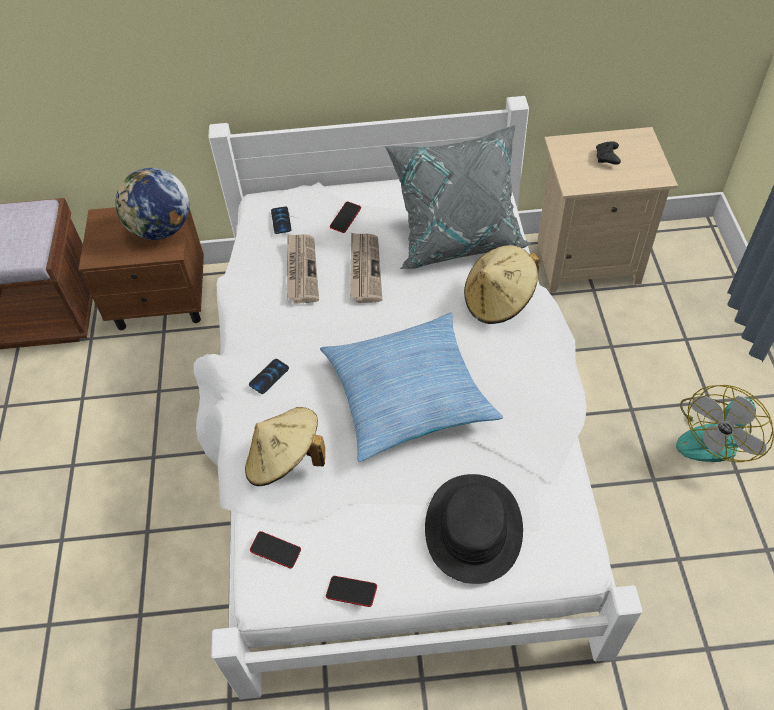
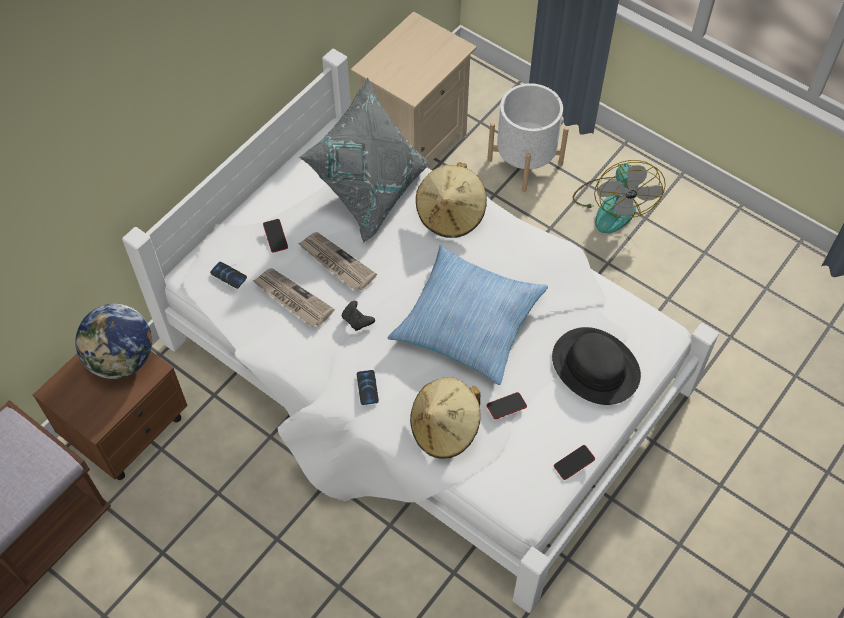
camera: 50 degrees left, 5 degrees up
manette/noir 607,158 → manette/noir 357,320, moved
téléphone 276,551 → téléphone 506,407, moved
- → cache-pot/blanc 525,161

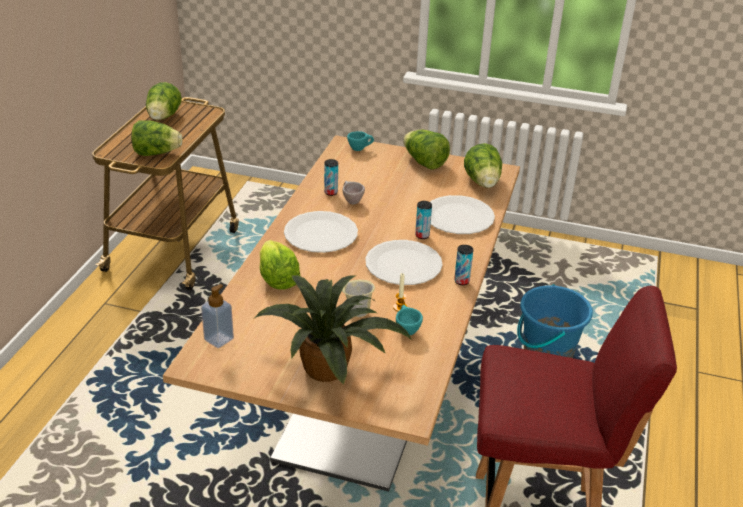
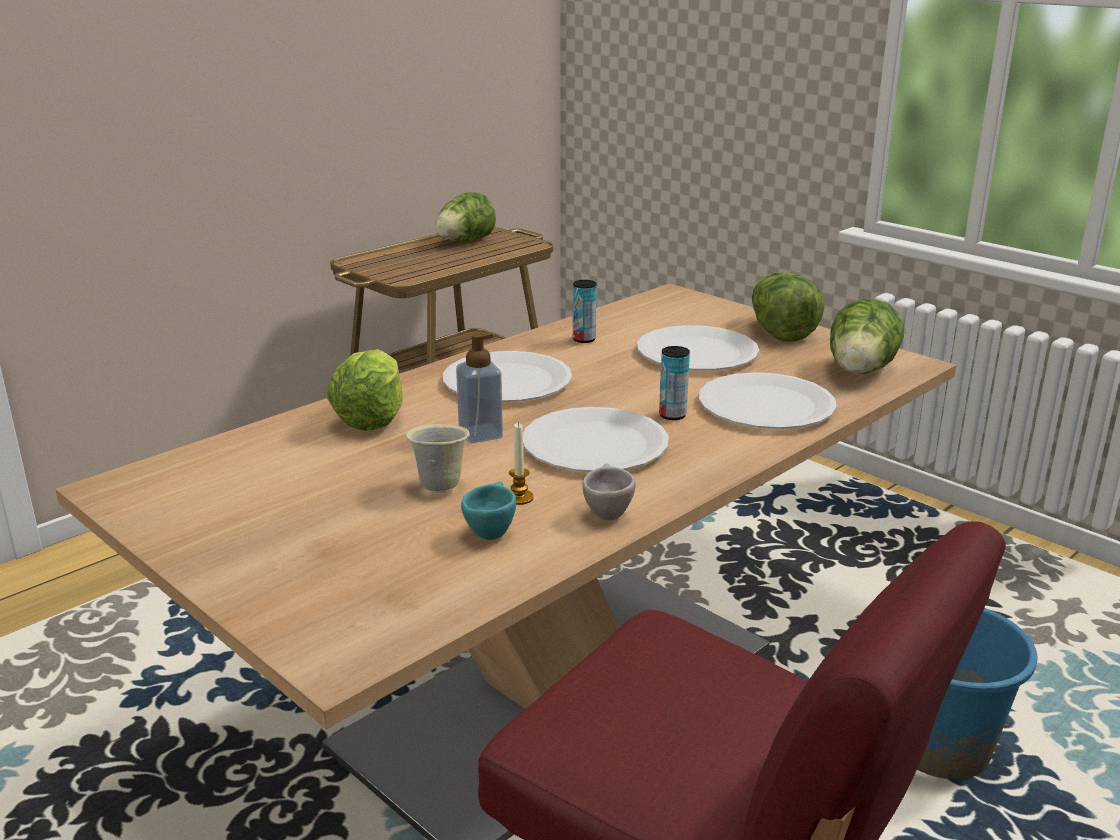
camera: 30 degrees right, 10 degrees down
laitue 156,153 → -
tasse/turquoise 360,149 → -
tasse/beige 351,201 → tasse/beige 606,512, moved
boîte métallique 461,281 → -
plante en pot 329,367 → -
distributeur de savon 219,339 → distributeur de savon 480,434, moved
- → assiette/blanc 697,352

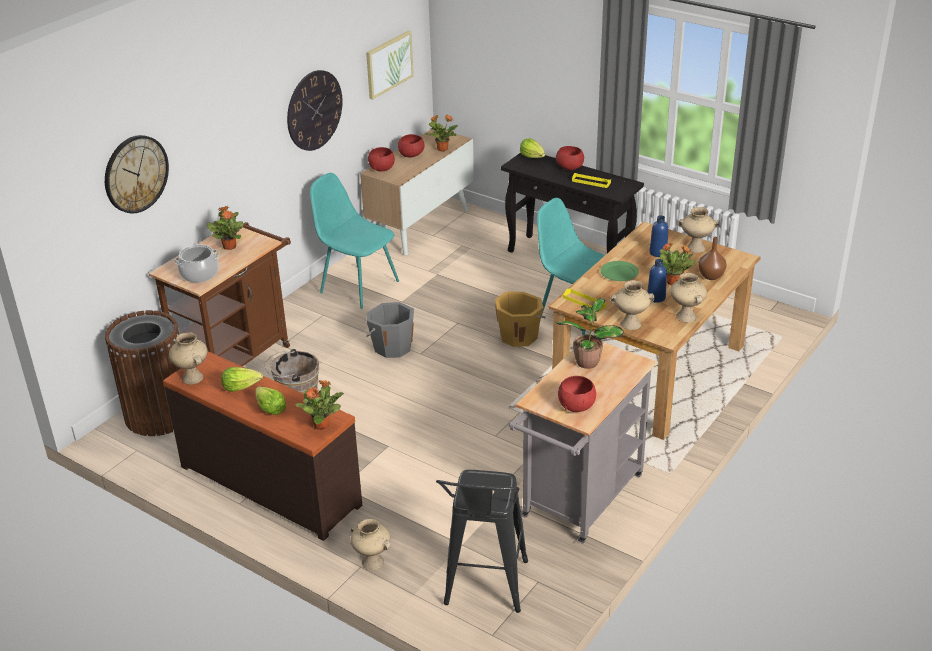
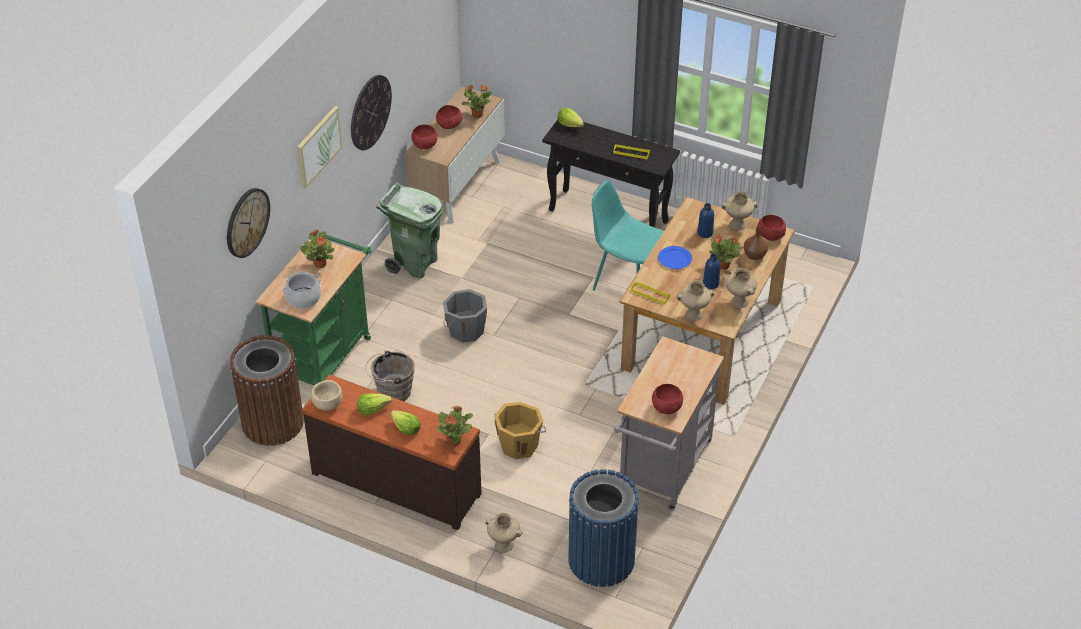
camera: 10 degrees left, 10 degrees up
tableau 389,64 → tableau 318,146, moved
bol/rouge 569,167 → bol/rouge 770,236, moved
chaise/turquoise 358,286 → poubelle/vert 415,264
chariot/marron 238,357 → chariot/vert 325,354
assiette/vert 619,273 → assiette/bleu 675,259
seau/orange 519,336 → seau/orange 519,444, moved
plante en pot 588,361 → -
vase/beige 193,378 → bol/beige 328,404
tabouret/noir 484,590 → poubelle/bleu 601,560

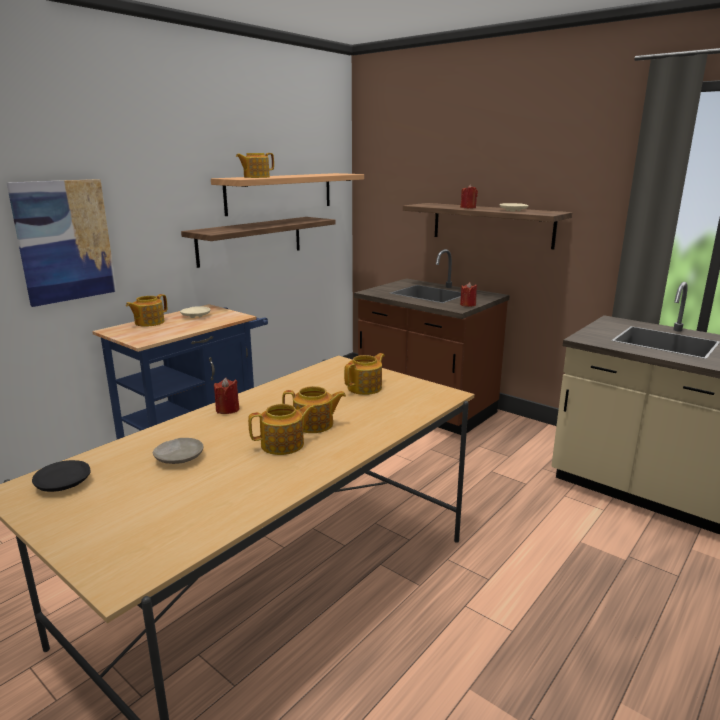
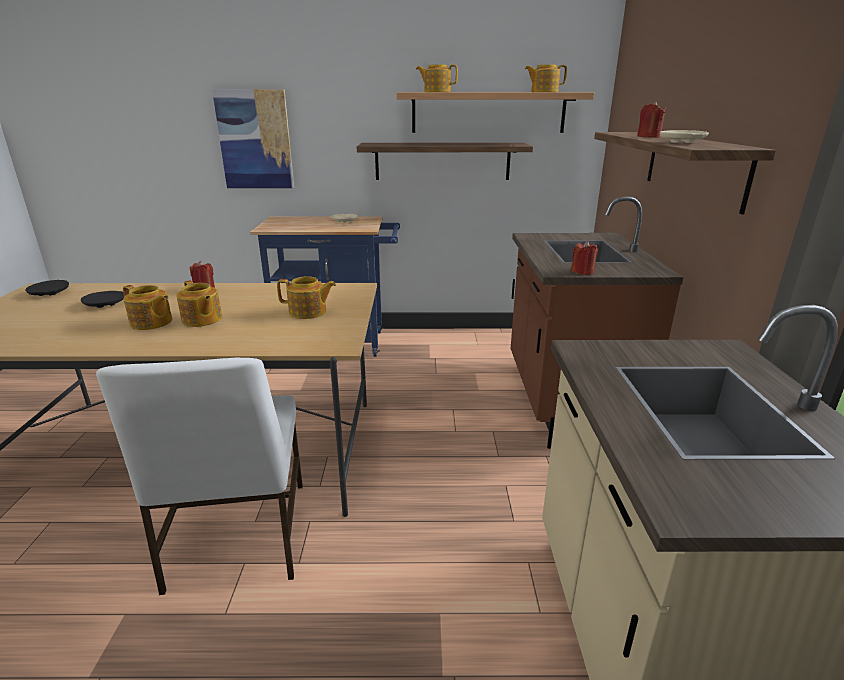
camera: 50 degrees right, 5 degrees up
théière 148,322 → théière 543,92, moved
assiette/beige 179,458 → assiette/noir 105,304
- → chaise/blanc 237,536

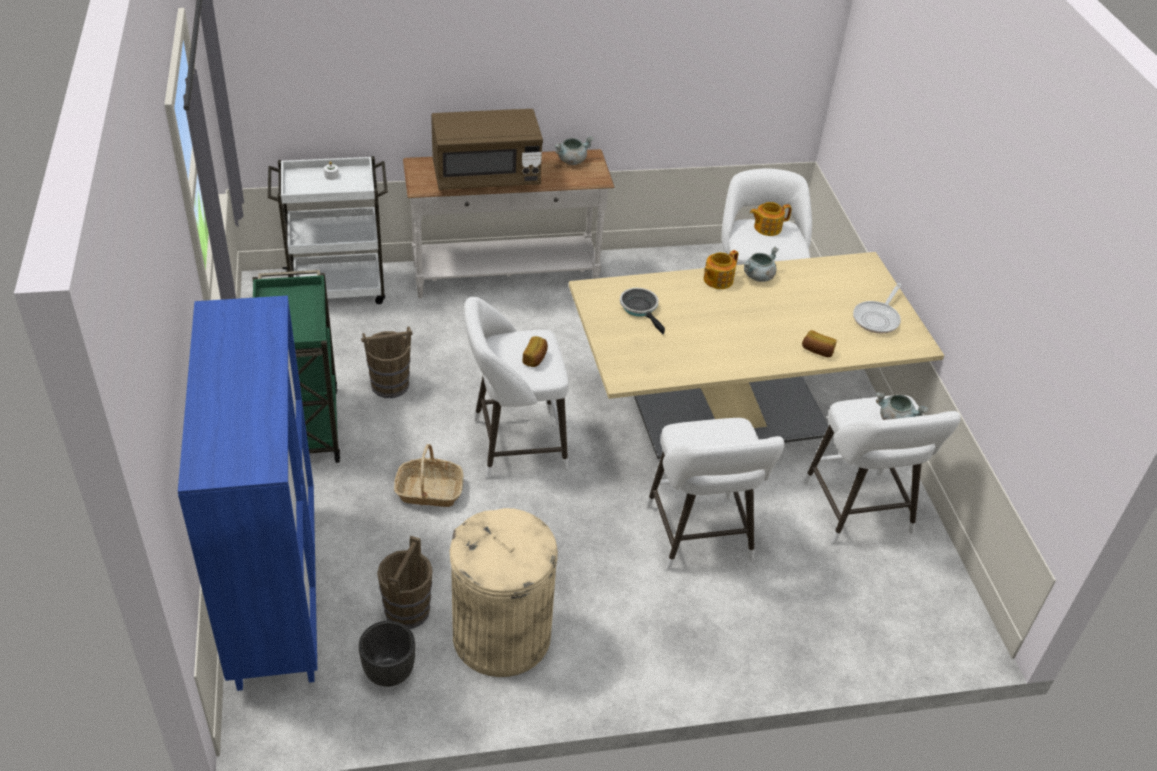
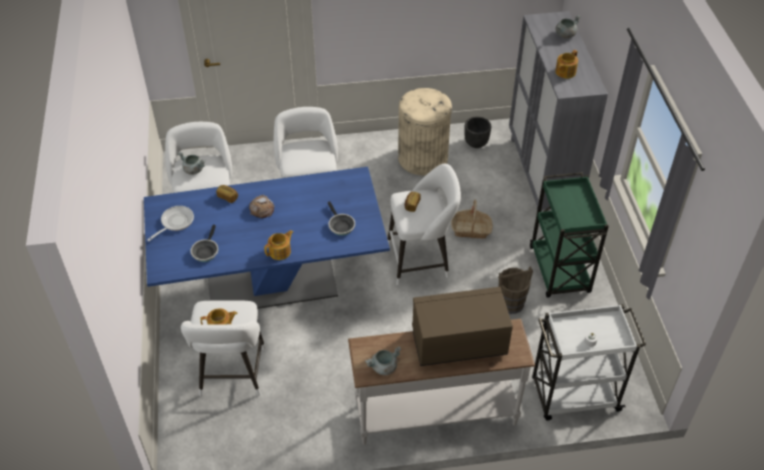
camera: 175 degrees left, 5 degrees up
marmite/gris 758,277 → marmite/gris 565,34, moved
table à manger/beige 732,417 → table à manger/bleu 272,283
meuble de rangement/bleu 275,593 → meuble de rangement/gris 542,175
seau/marron 407,611 → -
- → théière 565,72
- → pain 262,209
- → poêle 205,251

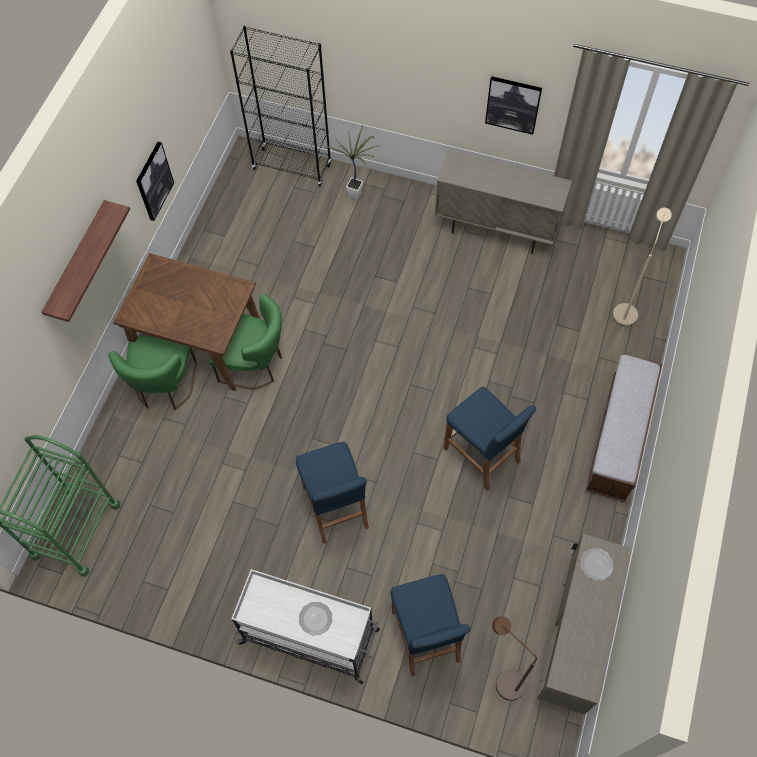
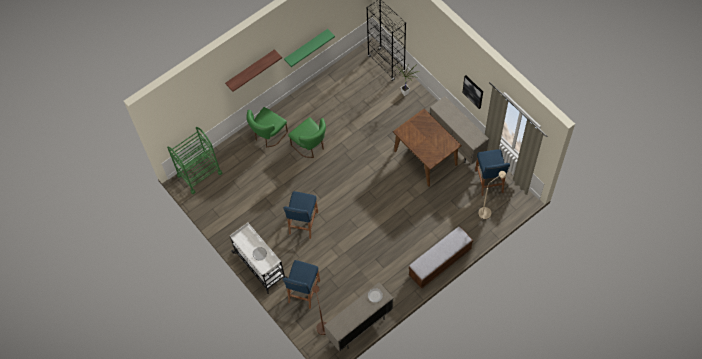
camera: 35 degrees right, 0 degrees up
tableau 153,181 → étagère/vert 306,47
table à manger/marron 201,344 → table à manger/marron 426,158, moved
tabouret/bleu 481,455 → tabouret/bleu 489,181, moved

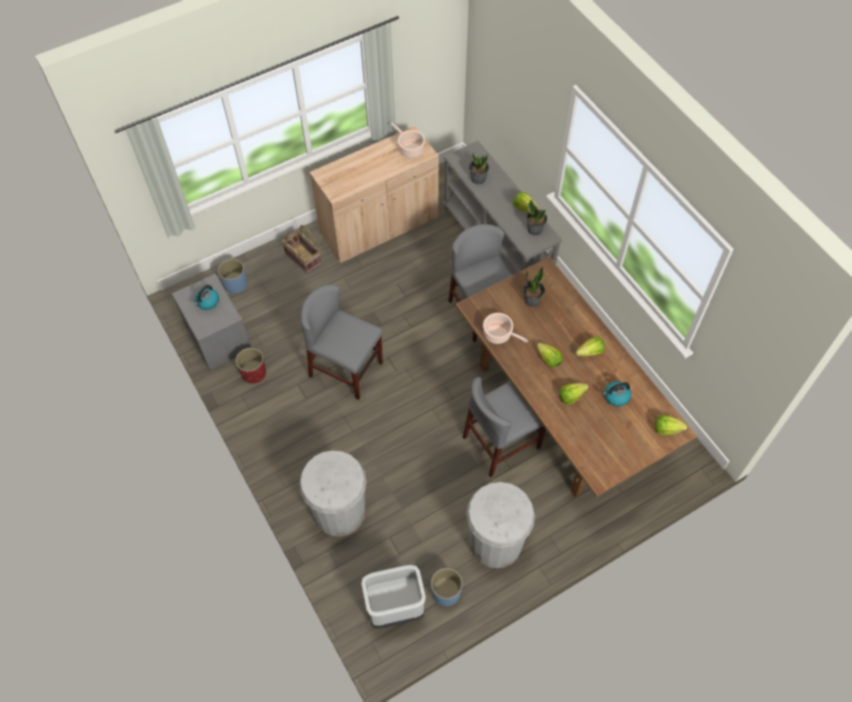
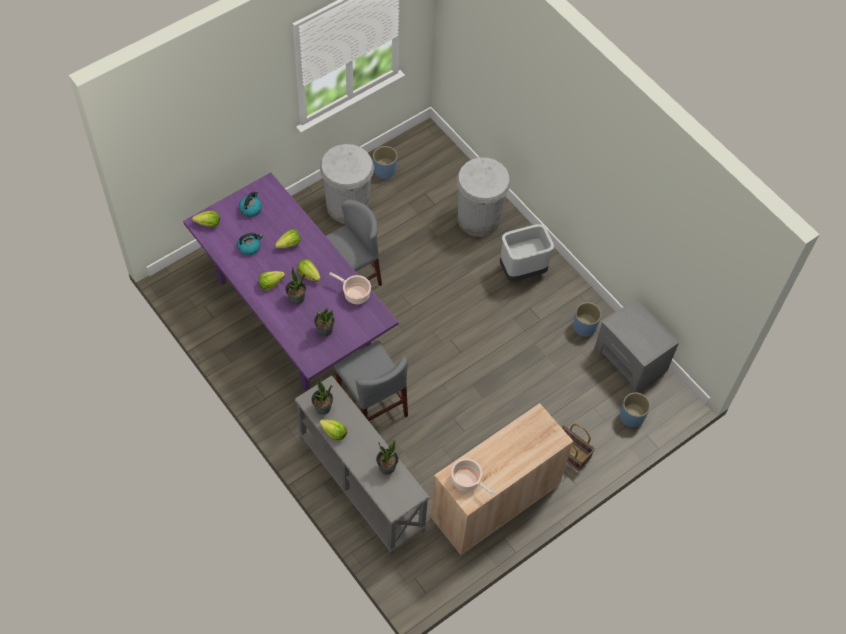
camera: 170 degrees right, 0 degrees up
table à manger/marron 561,411 → table à manger/violet 292,314
chaise/gris 346,369 → -
bouilloire 207,302 → bouilloire 250,208, moved
cache-pot/rouge 254,373 → cache-pot/bleu 584,327
poubelle/gris 396,608 → poubelle/gris 522,271, moved
- → plante en pot 296,298

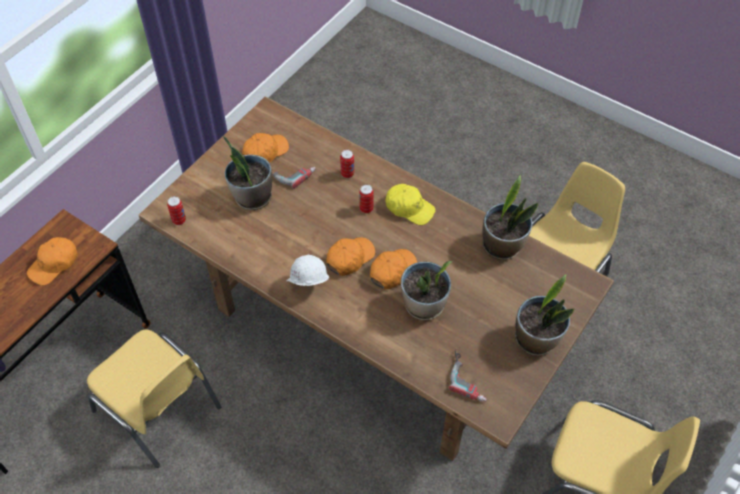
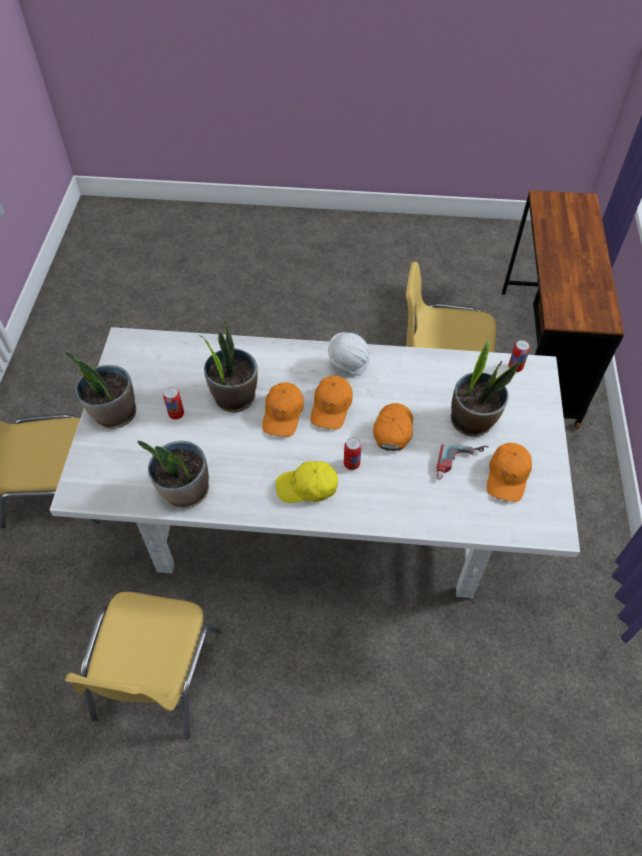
camera: 150 degrees right, 0 degrees up
table à manger/marron 368,329 → table à manger/blanc 322,516
boîte métallique 347,174 → boîte métallique 176,414, moved
casquette/orange 54,264 → casquette/orange 393,430, moved
perceuse 469,377 → -

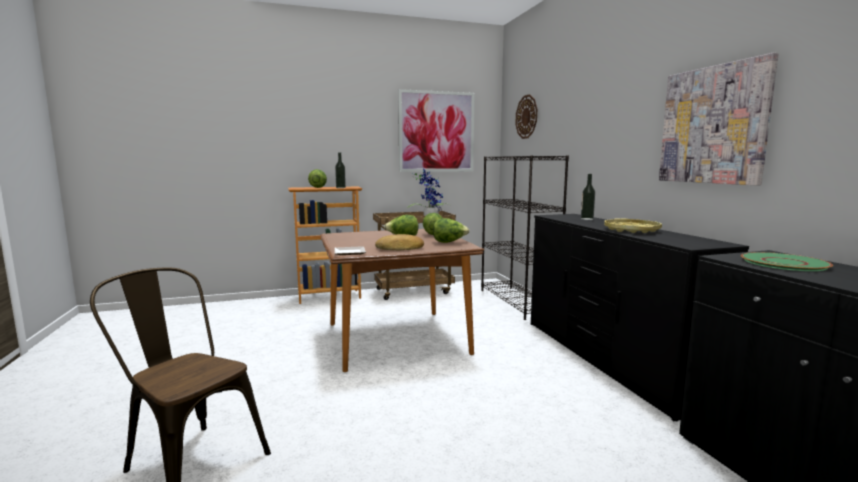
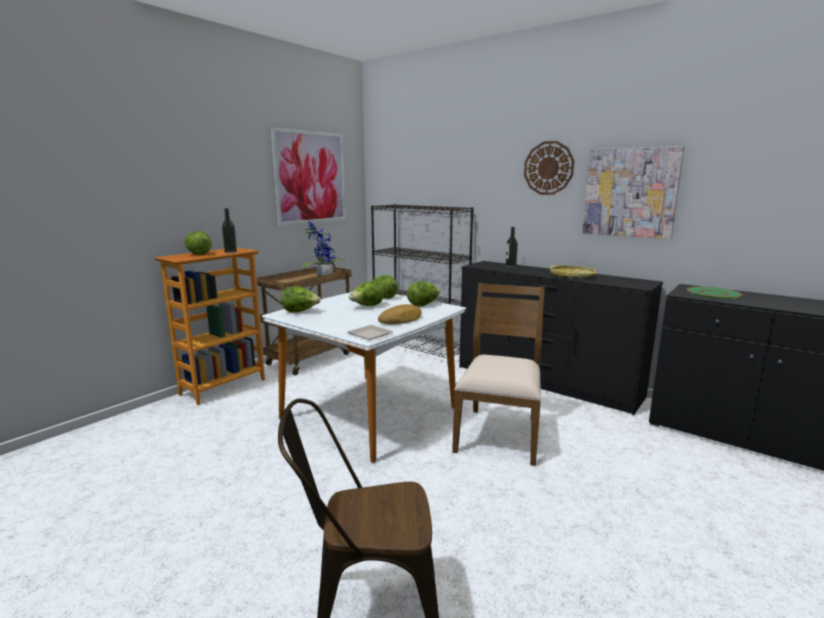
camera: 35 degrees left, 5 degrees up
horloge murale 526,117 → horloge murale 548,168, moved
table à manger/marron 395,338 → table à manger/blanc 368,413
- → chaise/marron 499,434
- → laitue 300,312

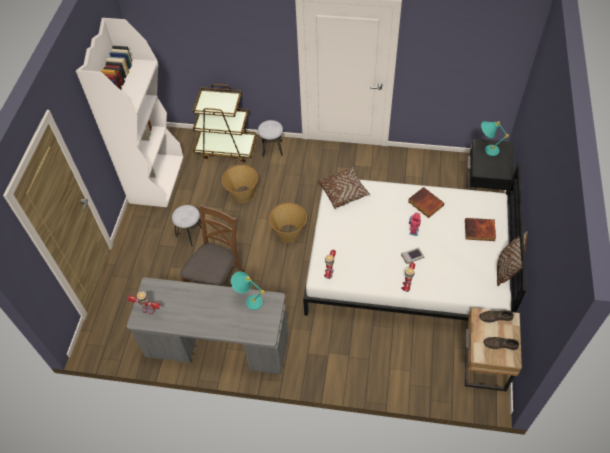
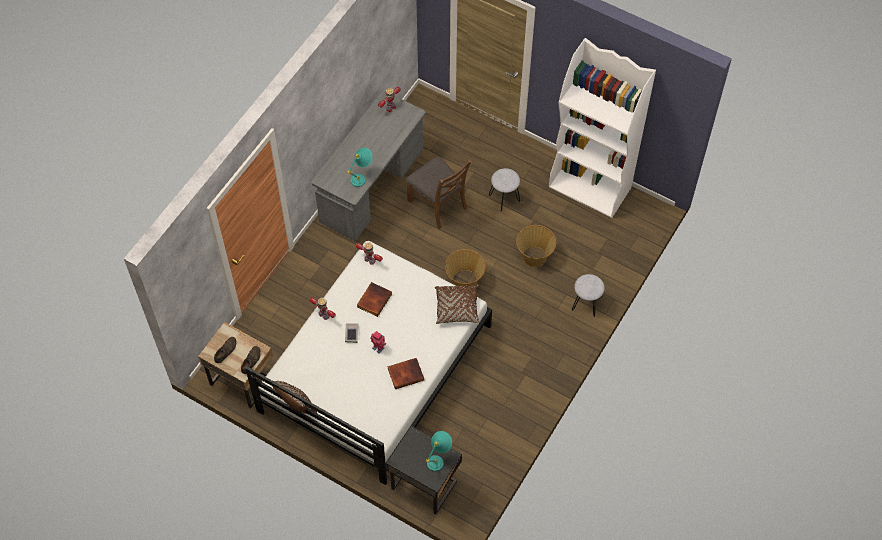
camera: 110 degrees right, 5 degrees up
chariot/marron 226,148 → -
livre 479,231 → livre 374,300, moved

